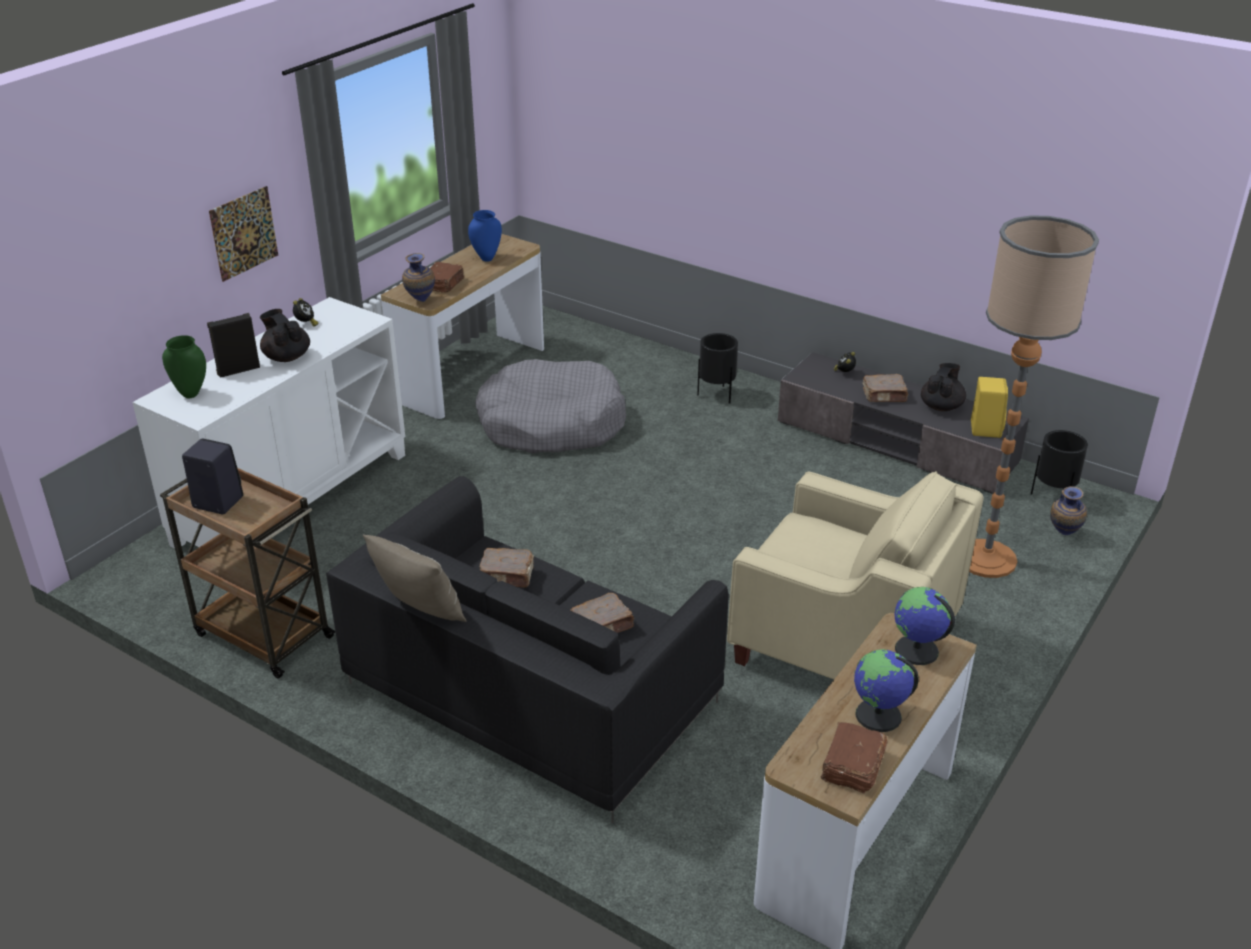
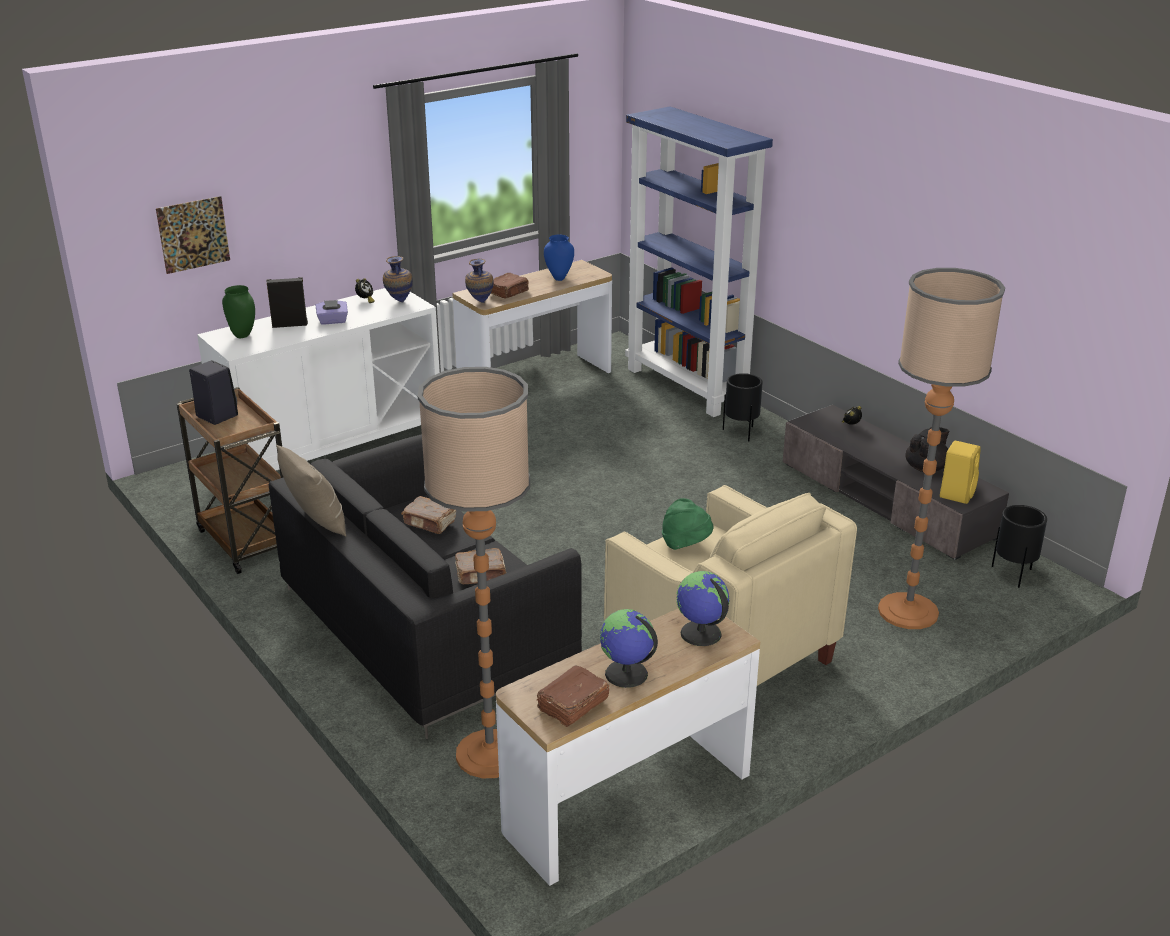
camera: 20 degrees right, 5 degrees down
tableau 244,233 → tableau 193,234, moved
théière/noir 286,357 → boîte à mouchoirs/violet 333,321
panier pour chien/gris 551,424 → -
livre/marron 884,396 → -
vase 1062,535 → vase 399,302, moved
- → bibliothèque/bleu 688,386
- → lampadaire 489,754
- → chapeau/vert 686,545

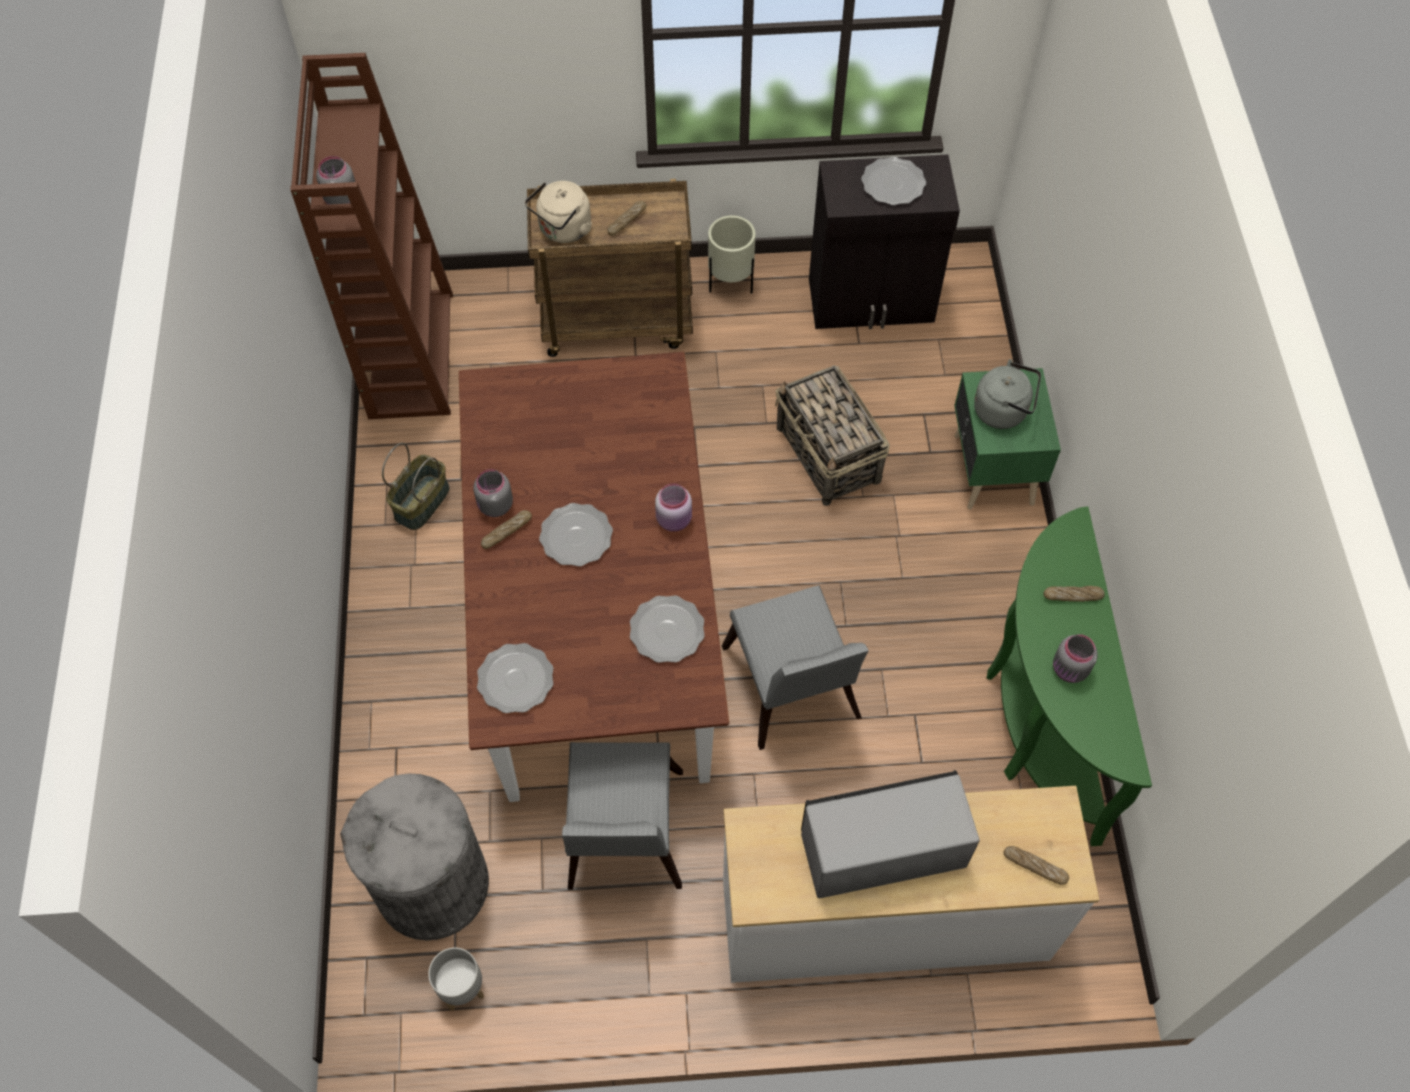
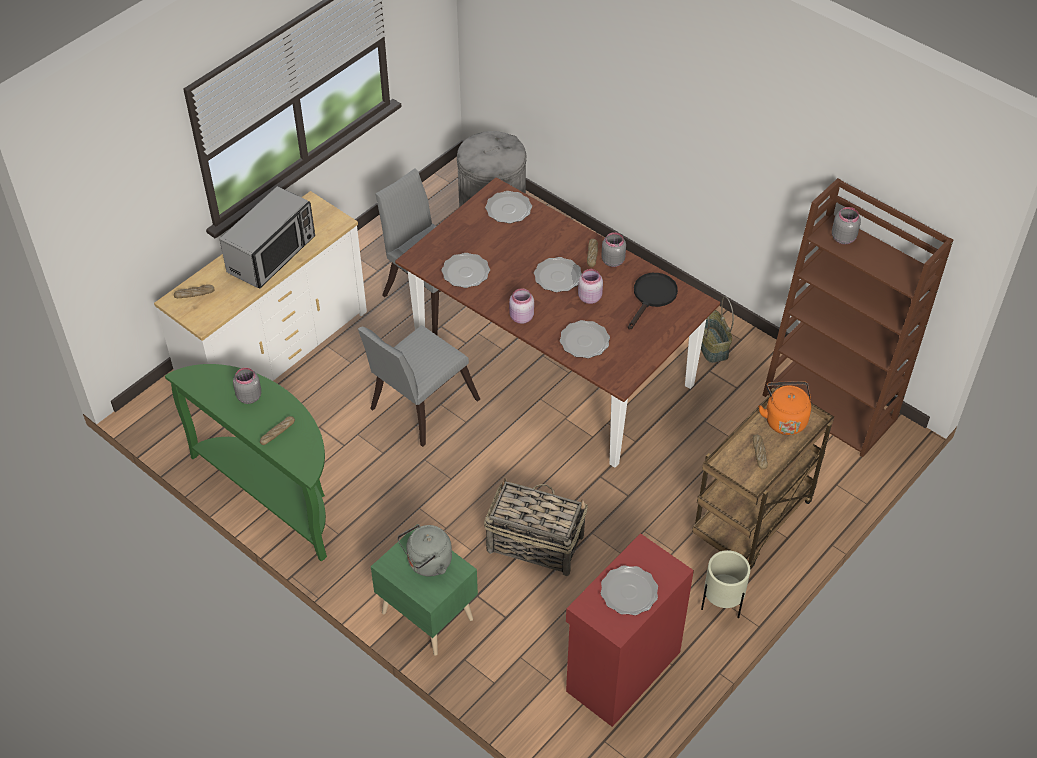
camera: 135 degrees right, 10 degrees down
meuble de rangement/noir 872,302 → meuble de rangement/rouge 621,671
bouilloire/beige 563,230 → bouilloire/orange 784,419
chaise/gris 791,692 → chaise/gris 418,407, 75 degrees counterclockwise
cache-pot/gris 463,988 → -
- → bocal/rose 589,297
- → poêle/noir 652,297
- → assiette 585,341

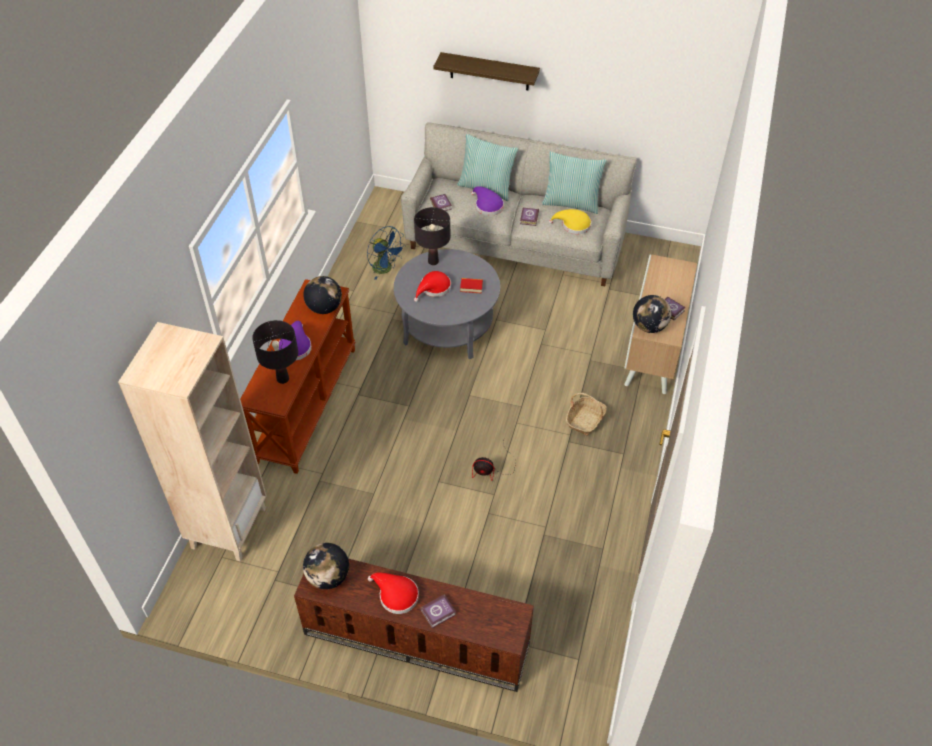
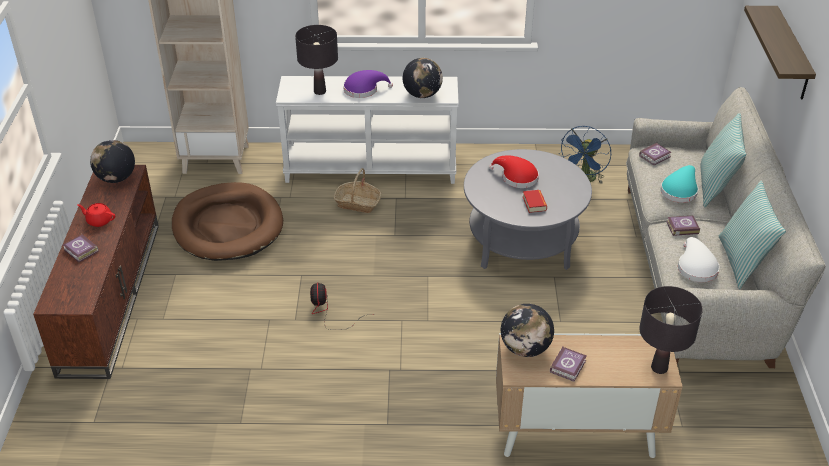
camera: 75 degrees right, 10 degrees down
chapeau/violet 487,206 → chapeau/turquoise 679,190
lampe de table/noir 433,261 → lampe de table/noir 659,368, moved
chapeau/jaune 573,225 → chapeau/blanc 696,267
table console/marron 306,403 → table console/blanc 371,169
panier 585,420 → panier 358,203, moved
chapeau/rouge 396,595 → théière/rouge 99,221
- → panier pour chien/marron 227,226

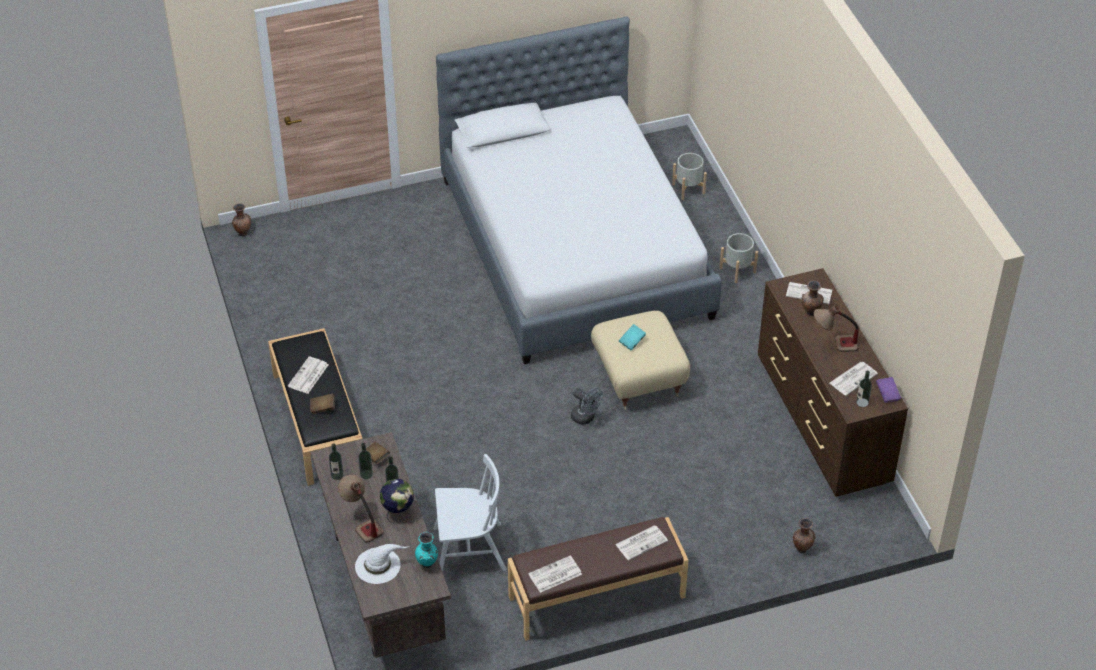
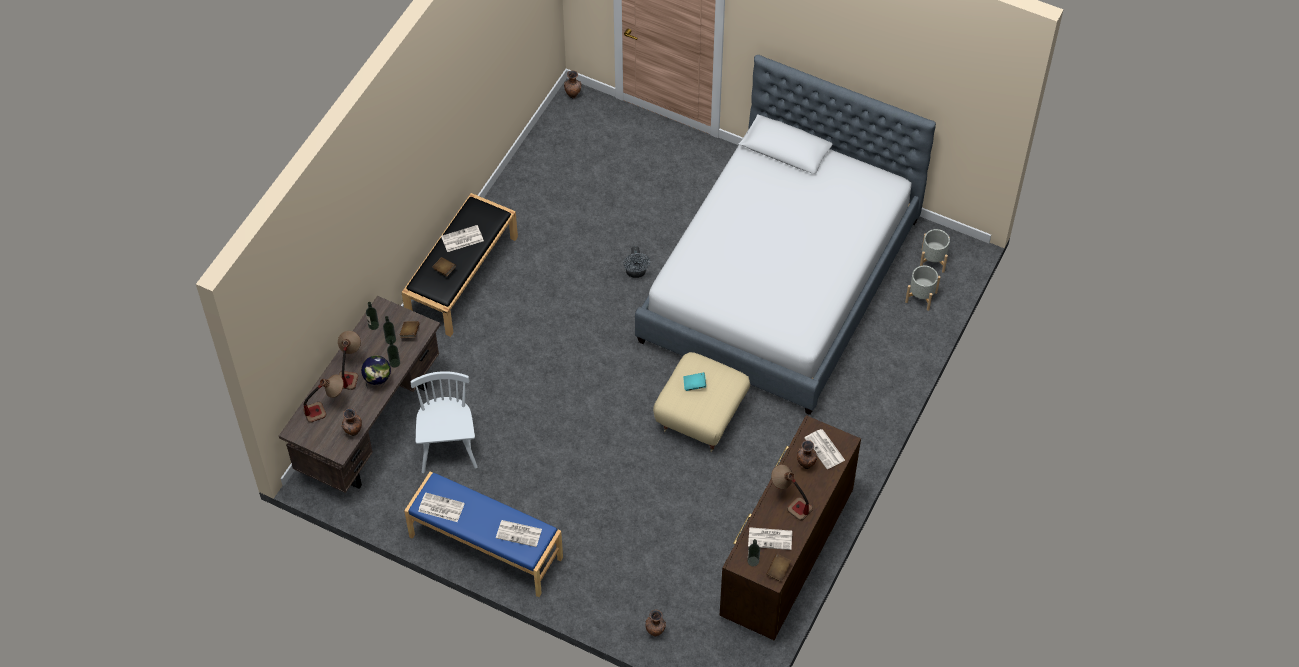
camera: 45 degrees right, 10 degrees up
cache-pot/gris 737,270 → cache-pot/gris 932,260, moved
livre/violet 887,394 → livre/marron 778,570
ventilateur/gris 586,418 → ventilateur/gris 636,273, moved
chaise/blanc 468,550 → chaise/blanc 448,445, 135 degrees counterclockwise
banc/marron 597,598 → banc/bleu 485,548
vase/turquoise 427,564 → vase/marron 353,433
chapeau/blanc 378,565 → lampe de table 326,408

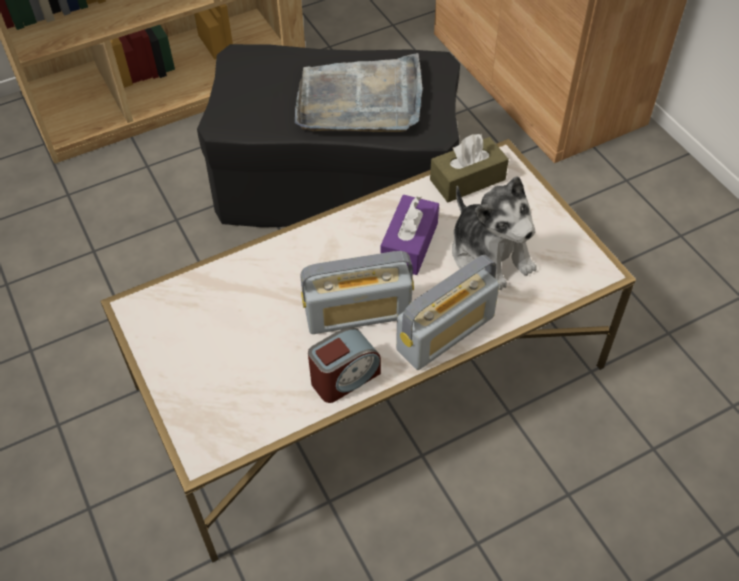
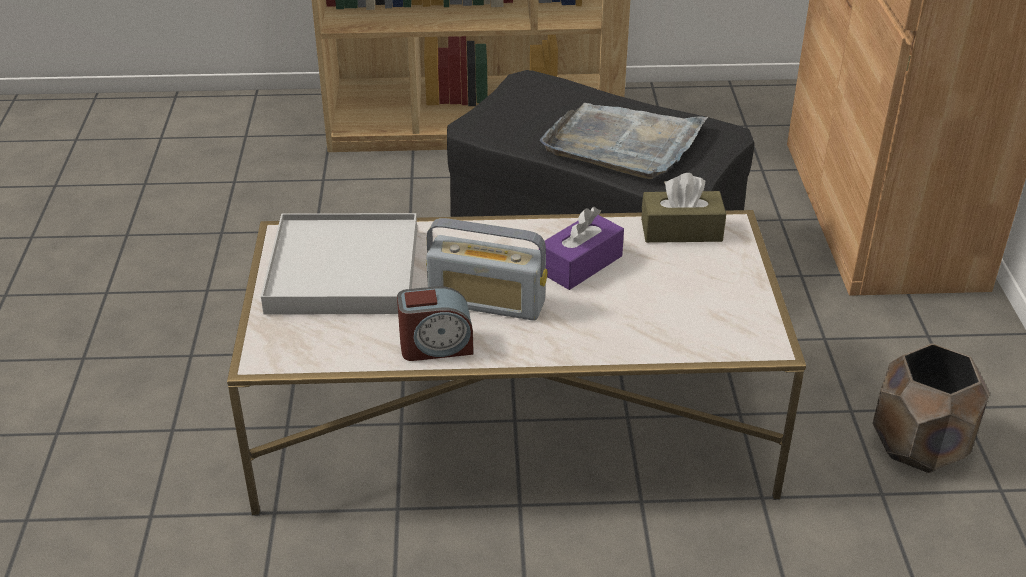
camera: 25 degrees right, 15 degrees down
peluche 490,255 → -
radio 445,333 → -
- → plateau/blanc 344,271
- → cache-pot/marron 921,446

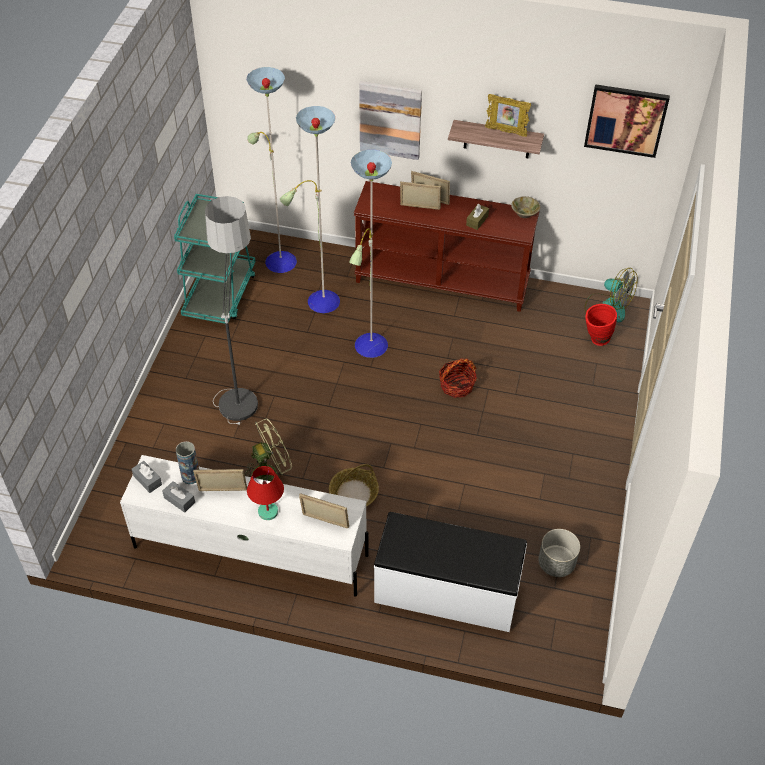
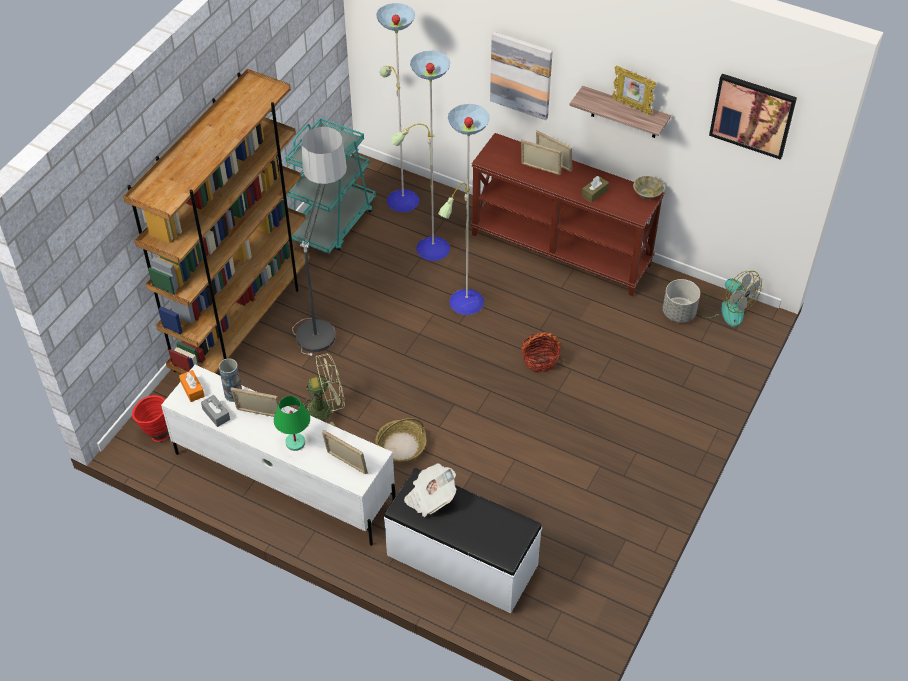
camera: 15 degrees right, 0 degrees up
vase/rouge 595,339 → vase/rouge 156,433, moved
boîte à mouchoirs/gris 147,480 → boîte à mouchoirs/orange 192,389
lampe de table/rouge 268,511 → lampe de table/vert 296,442
cache-pot/gris 556,564 → cache-pot/gris 678,313, moved
- → bibliothèque/marron 243,322
- → journal 430,497

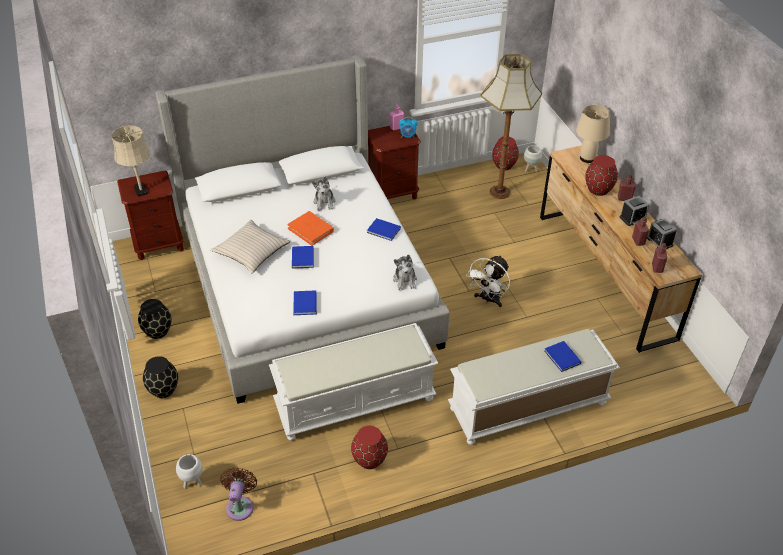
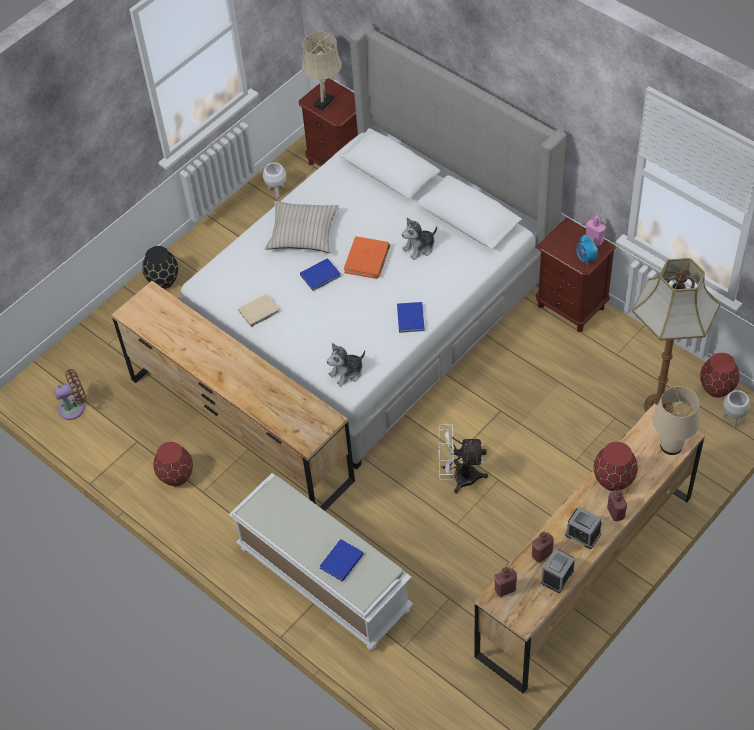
camera: 65 degrees right, 10 degrees up
livre/bleu 305,303 → livre/beige 260,311
vase/noir 157,331 → -
banc/blanc 355,401 → commode/marron 239,429
cache-pot/blanc 192,482 → cache-pot/blanc 276,190, moved

